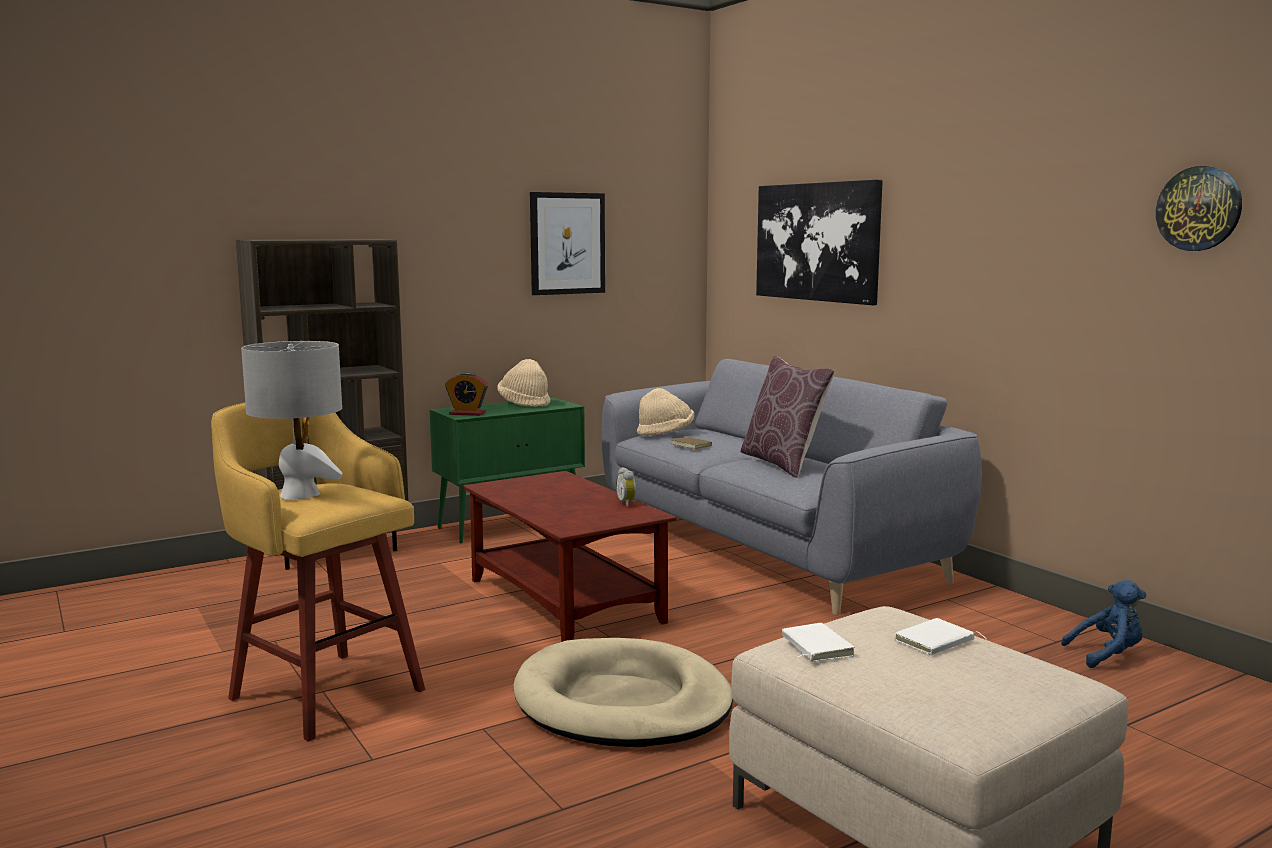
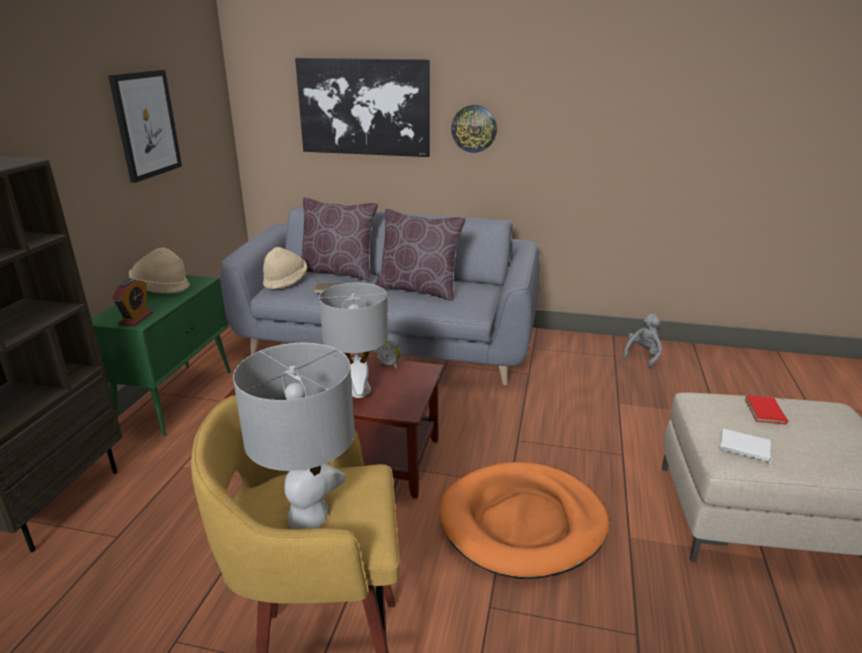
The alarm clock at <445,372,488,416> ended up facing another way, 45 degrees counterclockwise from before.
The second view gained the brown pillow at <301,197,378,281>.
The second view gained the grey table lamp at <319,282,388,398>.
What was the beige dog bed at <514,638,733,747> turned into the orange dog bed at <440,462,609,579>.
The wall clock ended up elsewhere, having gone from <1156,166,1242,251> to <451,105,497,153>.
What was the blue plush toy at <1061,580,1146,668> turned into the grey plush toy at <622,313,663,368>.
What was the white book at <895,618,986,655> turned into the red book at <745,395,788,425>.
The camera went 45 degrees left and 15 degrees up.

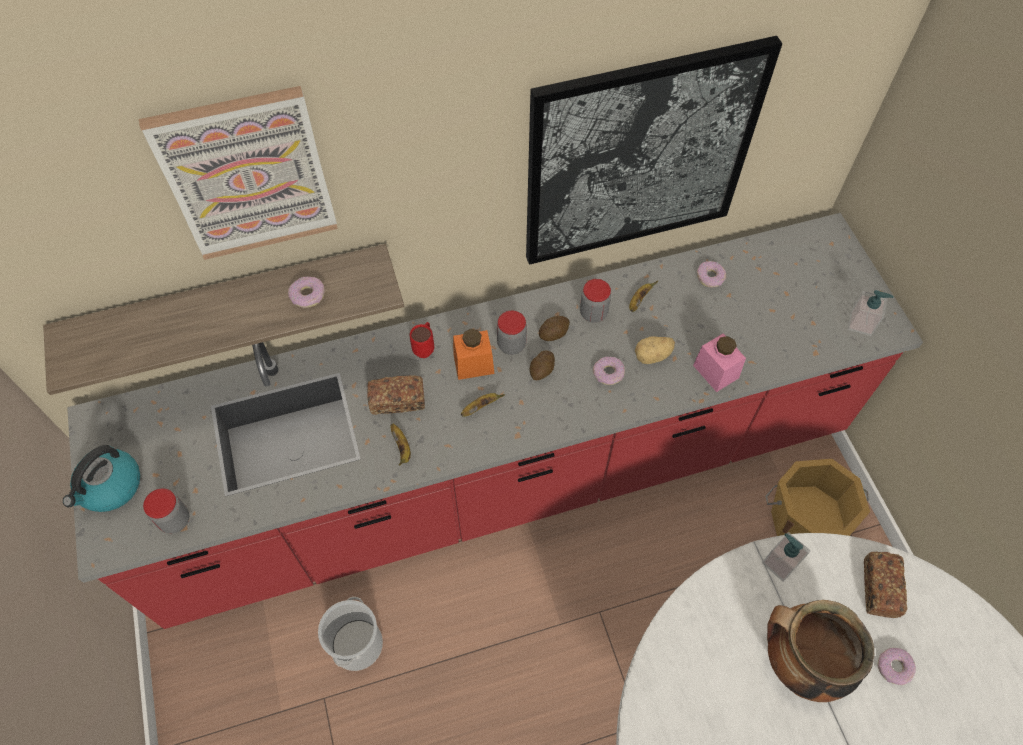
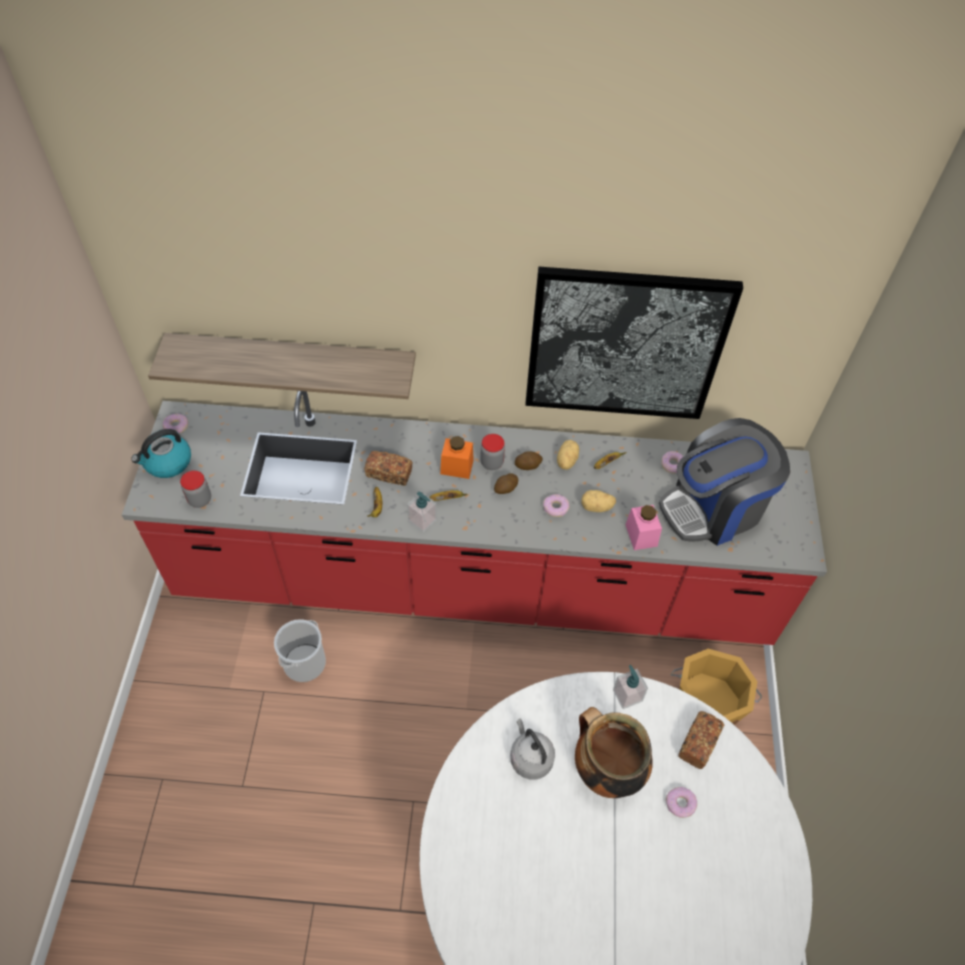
The donut ended up elsewhere, having gone from <288,276,325,308> to <163,413,188,434>.
The soap dispenser ended up elsewhere, having gone from <848,290,893,336> to <407,491,437,532>.
The second view gained the grey kettle at <510,718,555,780>.
Where the jar stood at <580,279,611,323>, the potato came to stand at <557,440,579,470>.
The second view gained the coffee machine at <659,418,790,546>.
The second view lost the picture at <139,86,338,260>.
The second view lost the red mug at <410,322,434,358>.
The camera went 20 degrees right and 5 degrees down.

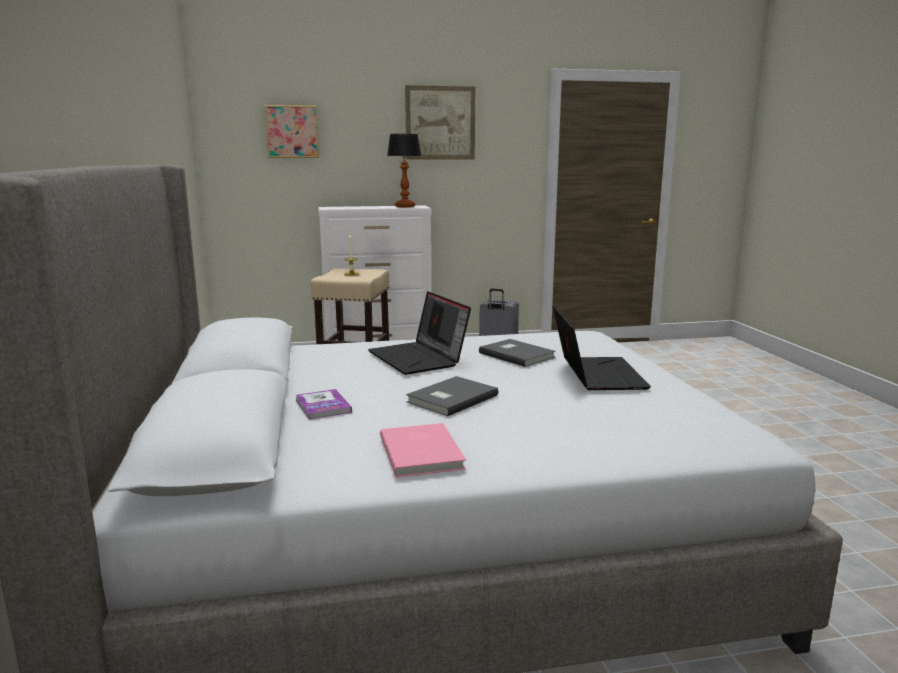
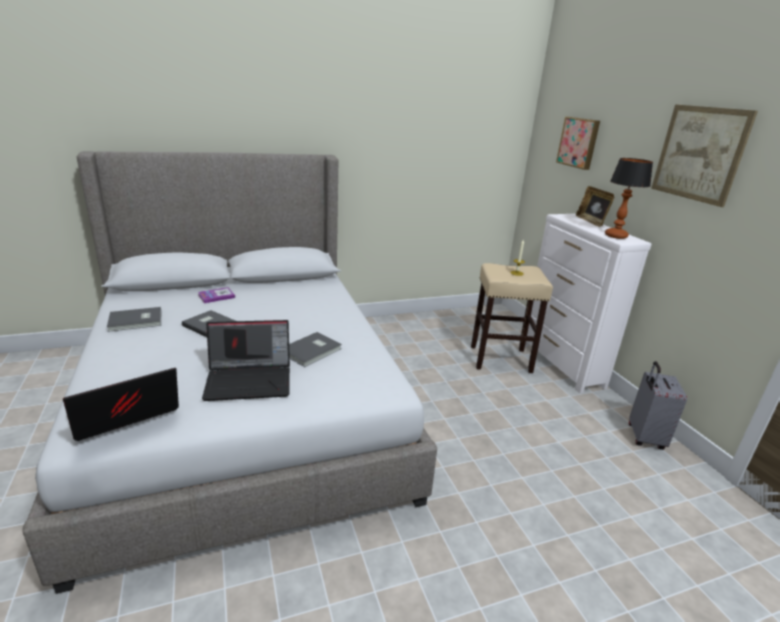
The laptop ended up elsewhere, having gone from <368,291,471,375> to <63,368,179,441>.
What was the pink book at <380,423,466,477> turned into the grey book at <107,307,161,332>.
The second view gained the picture frame at <576,186,614,227>.
The camera went 80 degrees right and 10 degrees up.

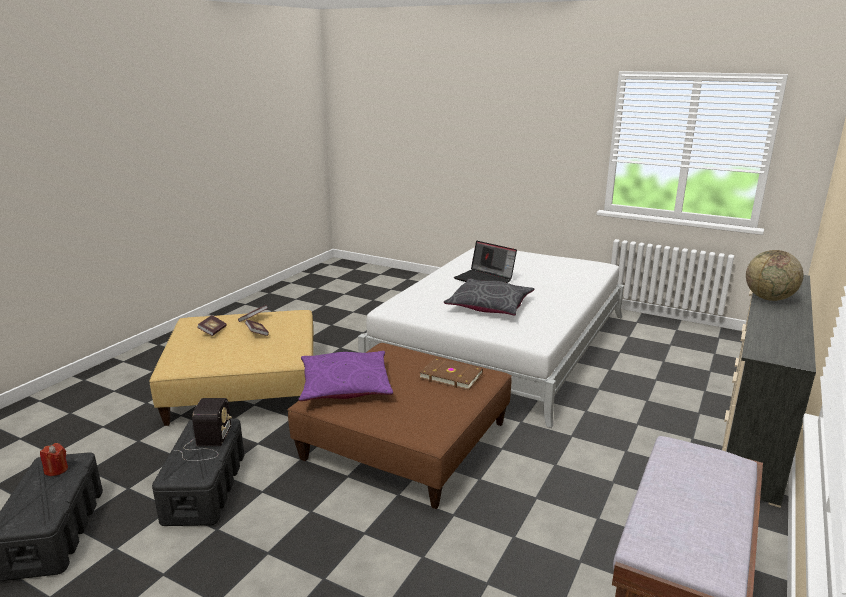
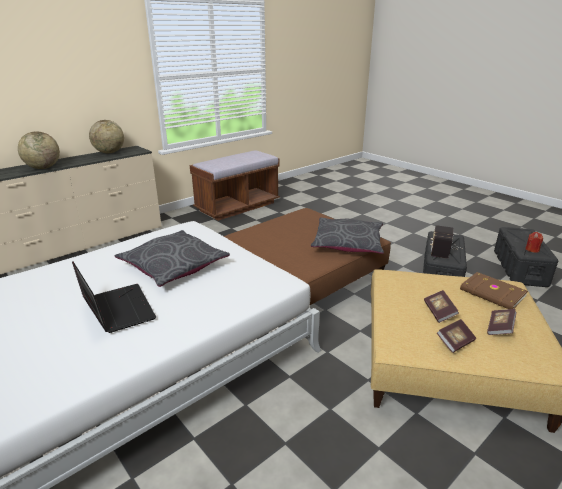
The second view gained the globe at <89,120,124,153>.
What was the purple pillow at <299,351,393,401> turned into the grey pillow at <311,218,384,254>.
The brown book ended up elsewhere, having gone from <419,358,483,391> to <460,272,528,309>.
The camera went 160 degrees left and 5 degrees up.

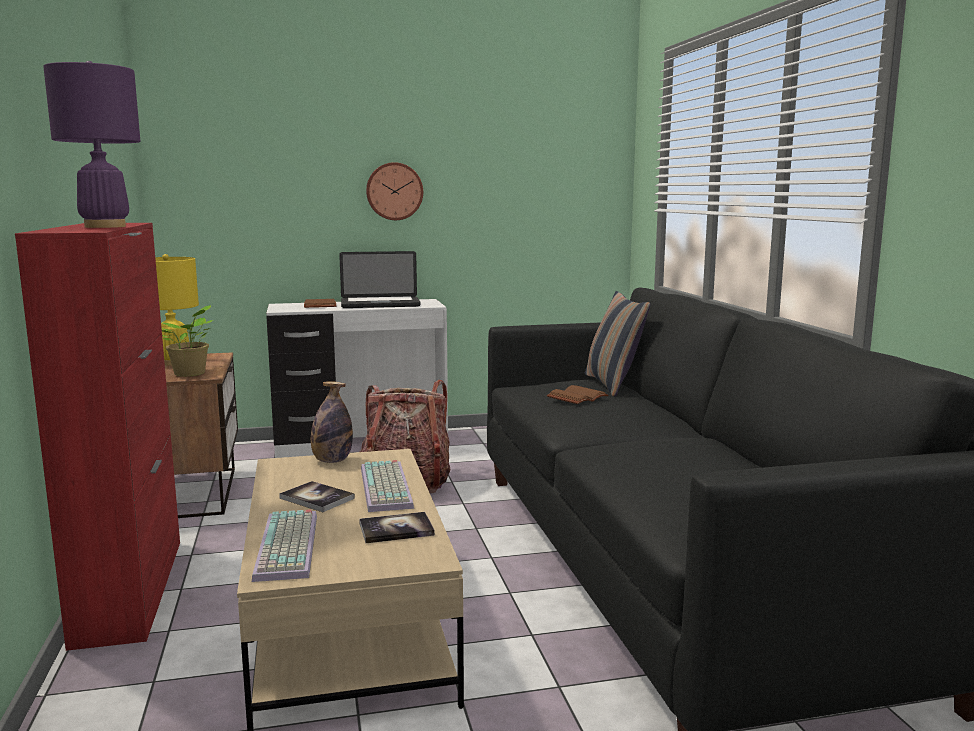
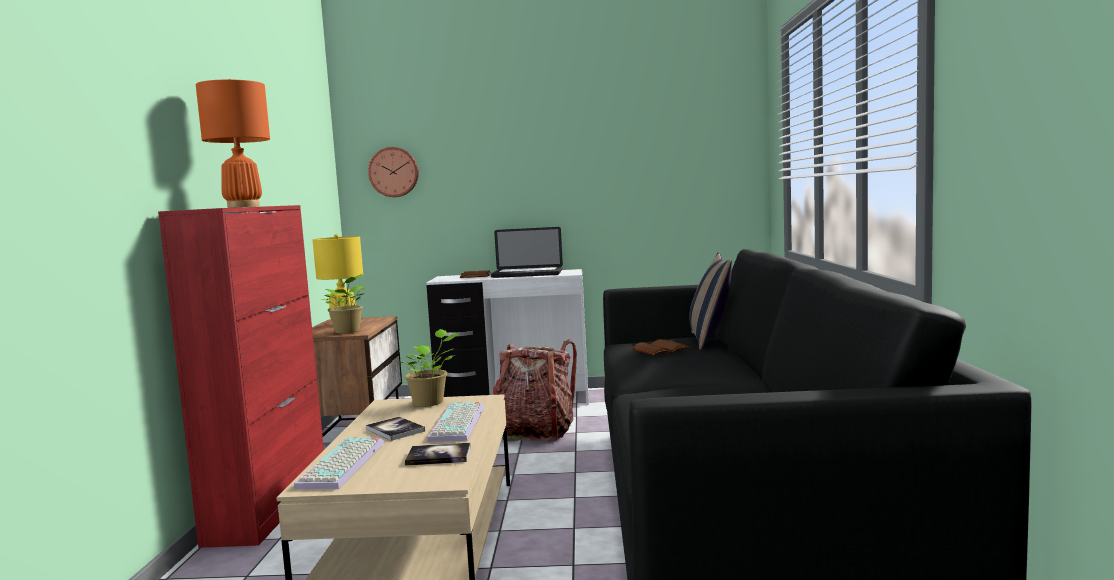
What was the purple table lamp at <43,61,140,228> turned into the orange table lamp at <196,79,270,208>.
The wall clock ended up elsewhere, having gone from <366,162,423,220> to <368,147,419,197>.
Where the bottle stood at <311,381,353,463>, the potted plant came to stand at <398,329,459,407>.
The camera went 15 degrees right and 5 degrees down.

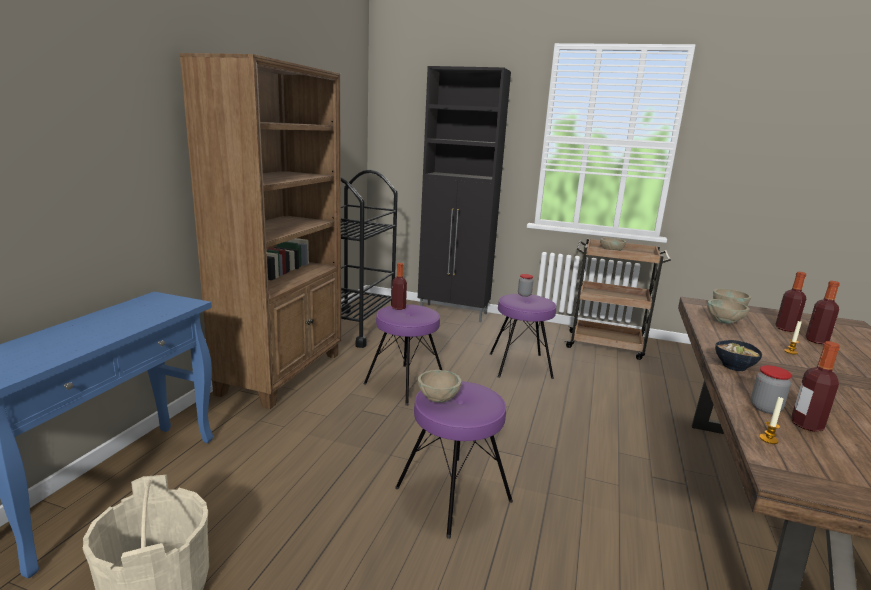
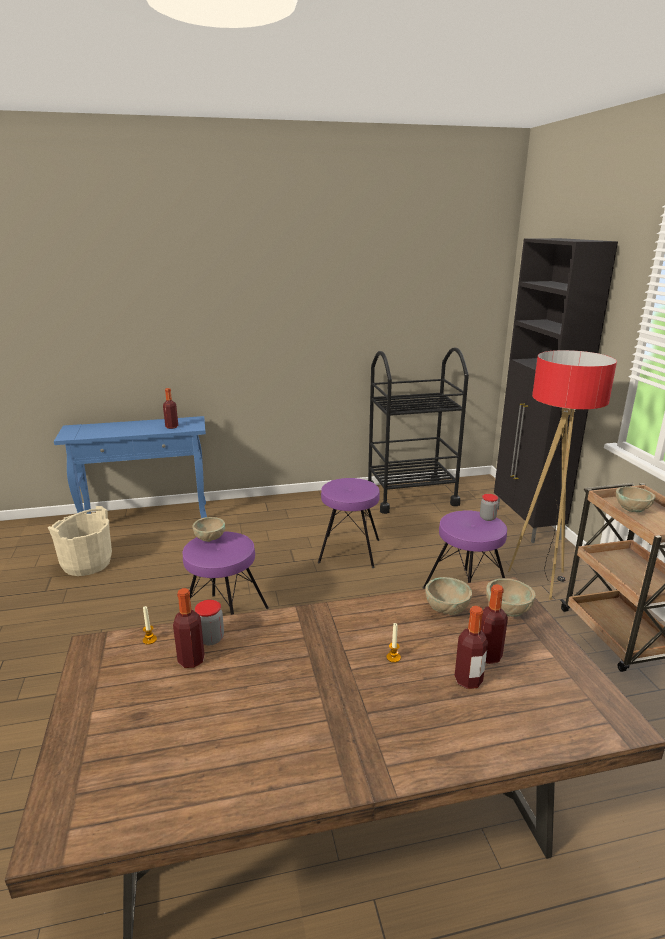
The bottle ended up elsewhere, having gone from <392,263,407,310> to <163,388,178,429>.
The second view gained the floor lamp at <508,350,617,600>.
The second view lost the brown bookcase at <179,53,341,409>.
The second view lost the bowl at <715,340,762,371>.
The camera went 60 degrees right and 5 degrees up.

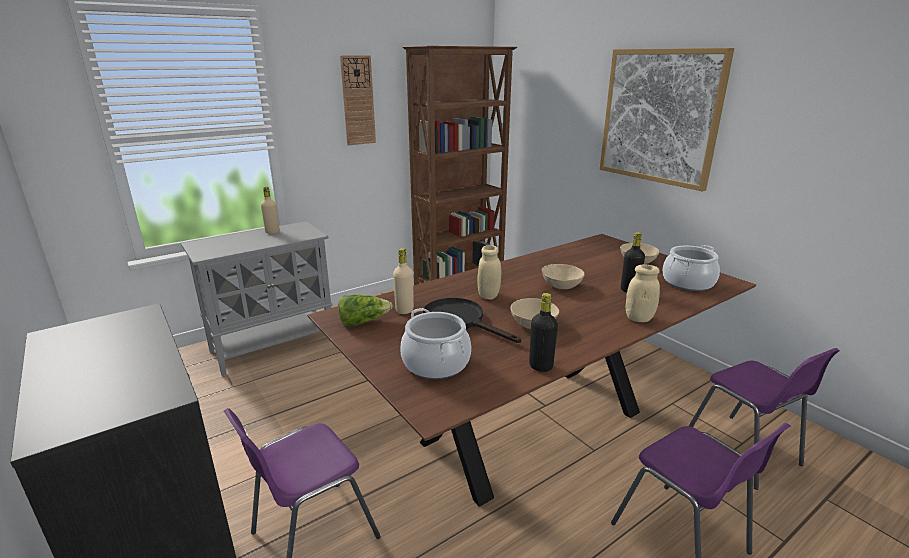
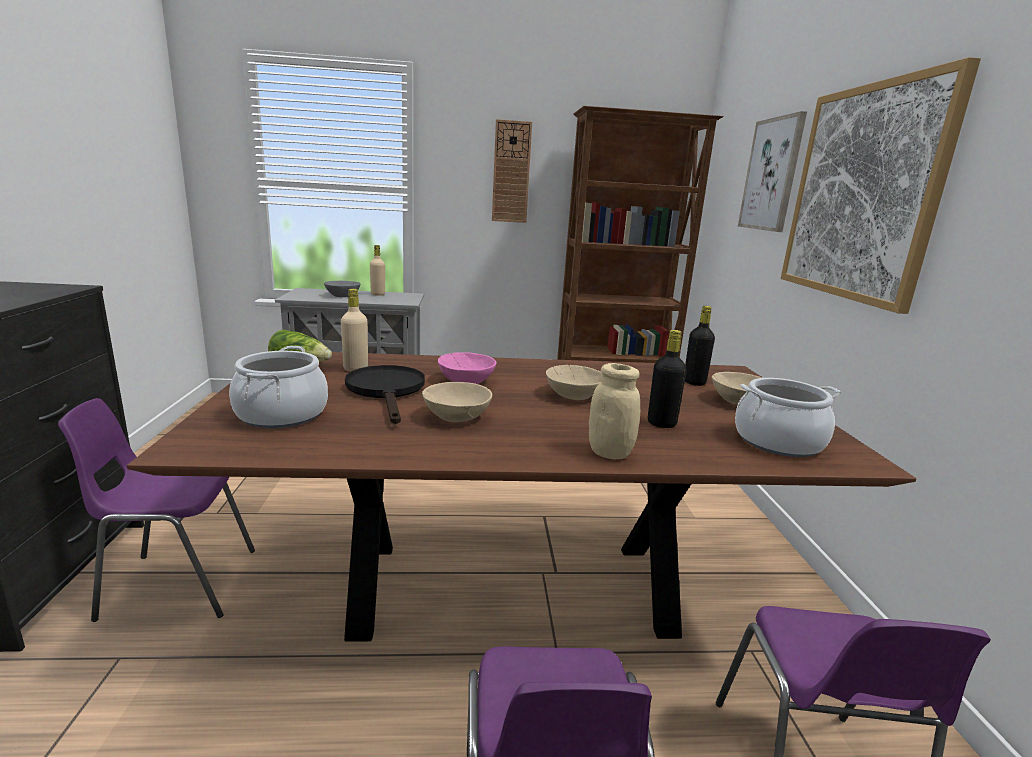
The second view gained the grey bowl at <324,281,361,297>.
Where the beige jar stood at <478,245,501,300>, the pink bowl came to stand at <438,352,497,384>.
The black bottle ended up elsewhere, having gone from <529,293,558,372> to <685,306,715,386>.
The second view gained the picture at <738,111,807,232>.
The camera went 30 degrees right and 5 degrees down.

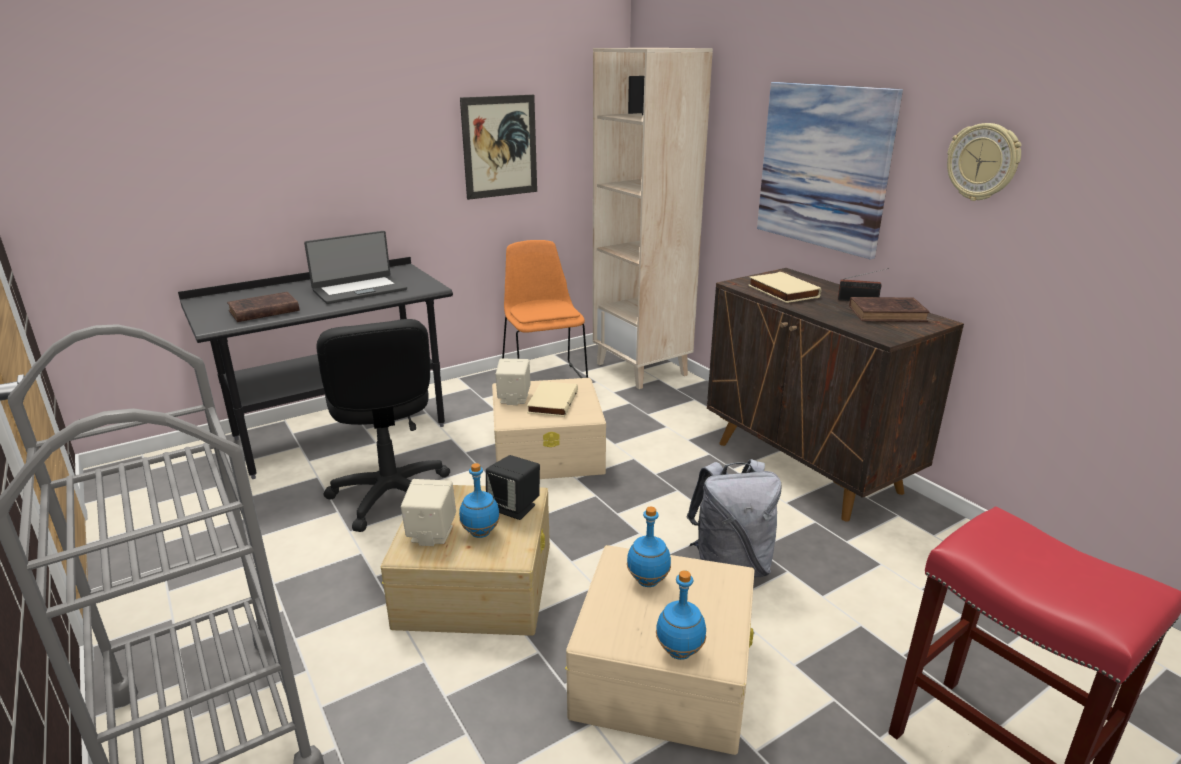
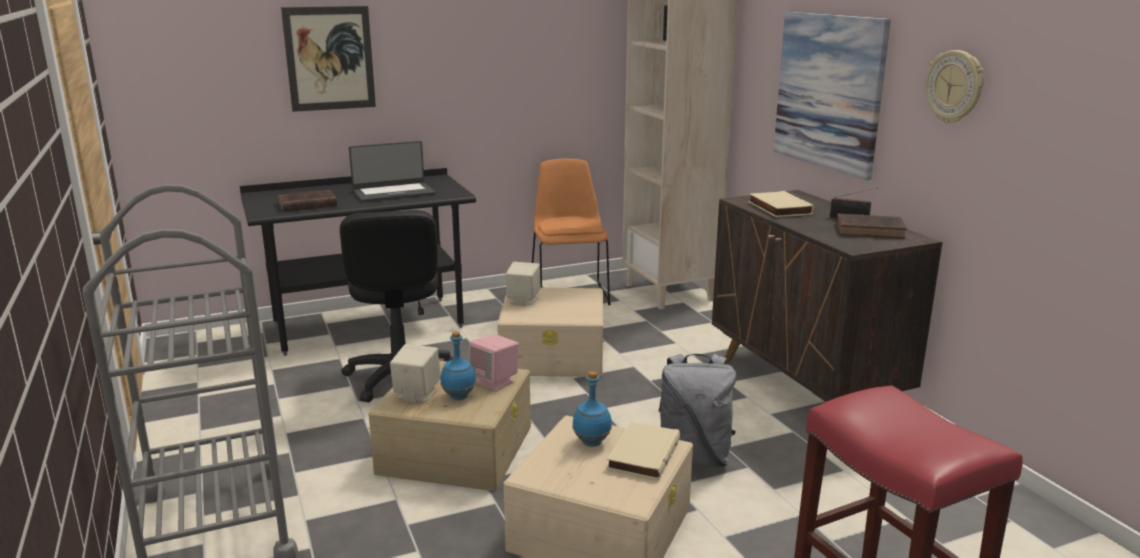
The picture ended up elsewhere, having gone from <460,95,537,200> to <281,6,376,112>.
What was the black speaker at <486,455,540,520> turned into the pink speaker at <469,334,519,391>.
The beige book ended up elsewhere, having gone from <527,381,578,417> to <606,421,680,481>.
The second view lost the blue bottle at <656,570,706,660>.
The camera went 10 degrees right and 5 degrees down.

